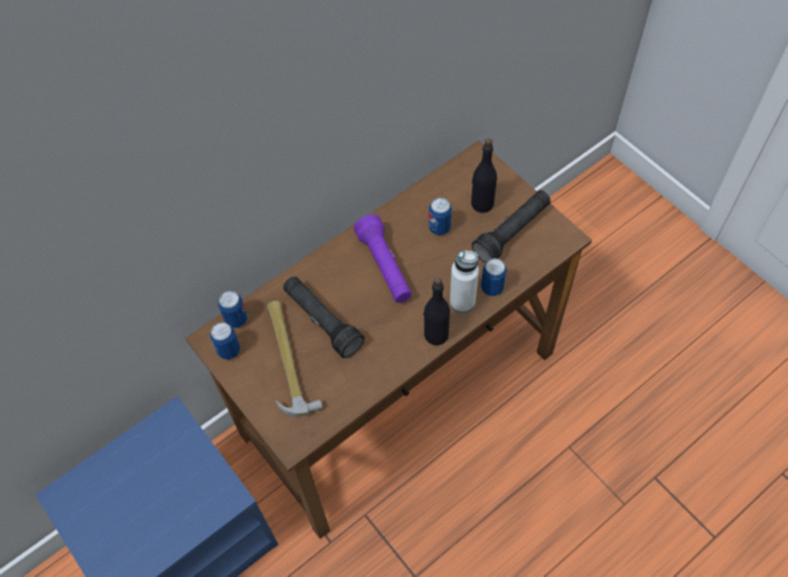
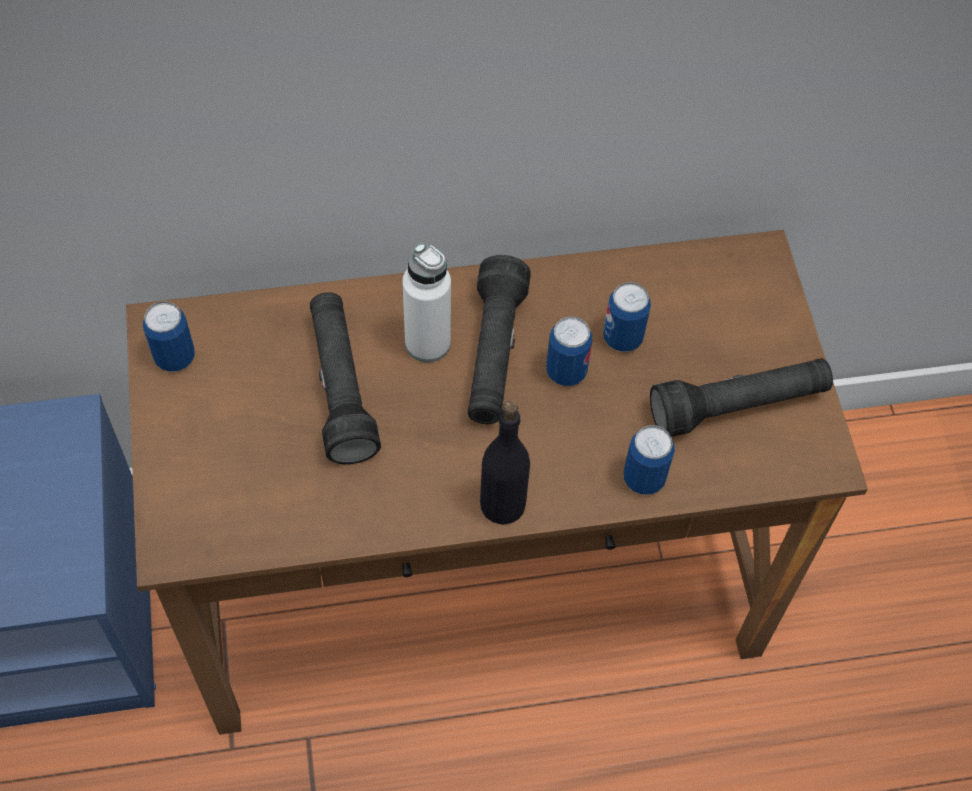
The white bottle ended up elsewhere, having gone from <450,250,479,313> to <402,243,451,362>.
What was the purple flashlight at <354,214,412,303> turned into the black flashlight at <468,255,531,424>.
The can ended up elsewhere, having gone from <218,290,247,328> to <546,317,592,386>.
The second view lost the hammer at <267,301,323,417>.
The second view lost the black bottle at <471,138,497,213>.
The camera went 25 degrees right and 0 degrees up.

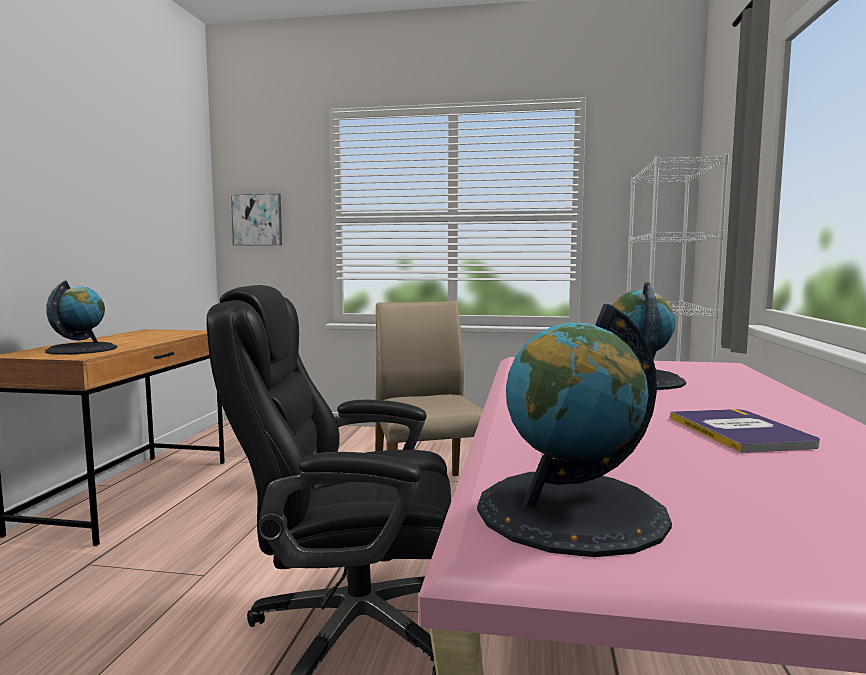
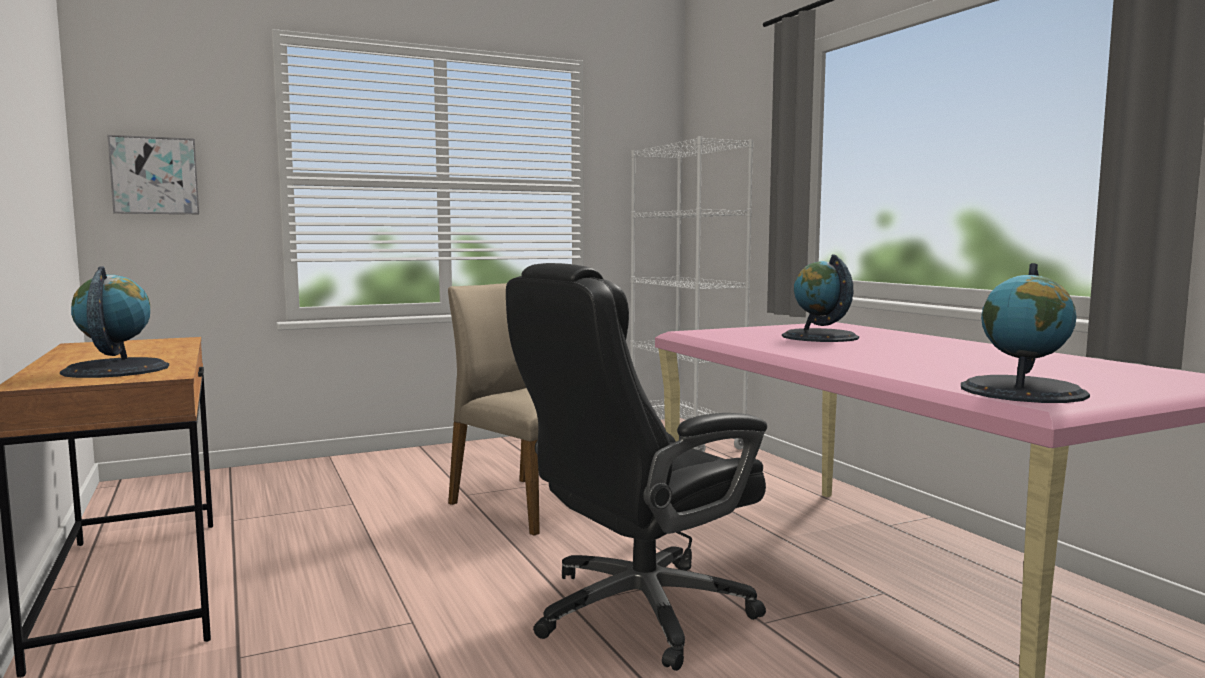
The second view lost the book at <670,409,820,453>.
The camera went 35 degrees left and 0 degrees up.

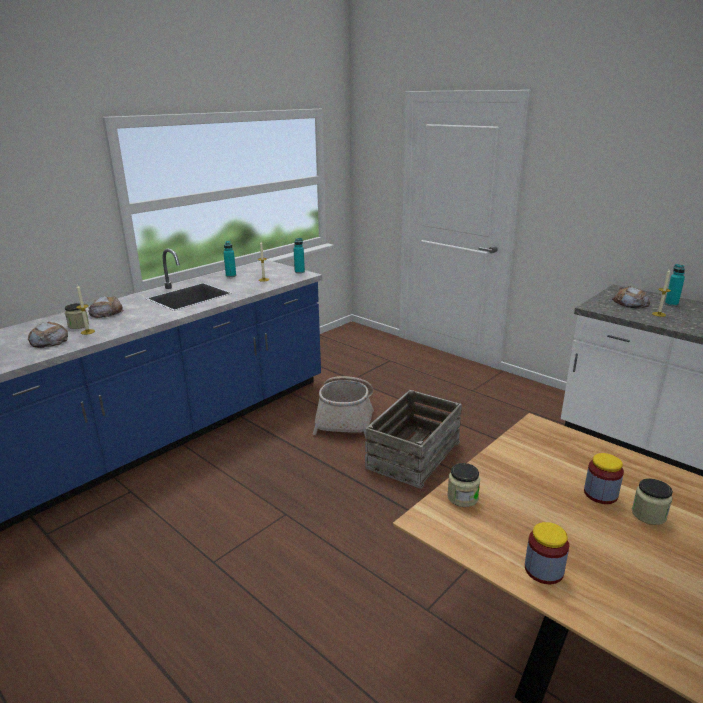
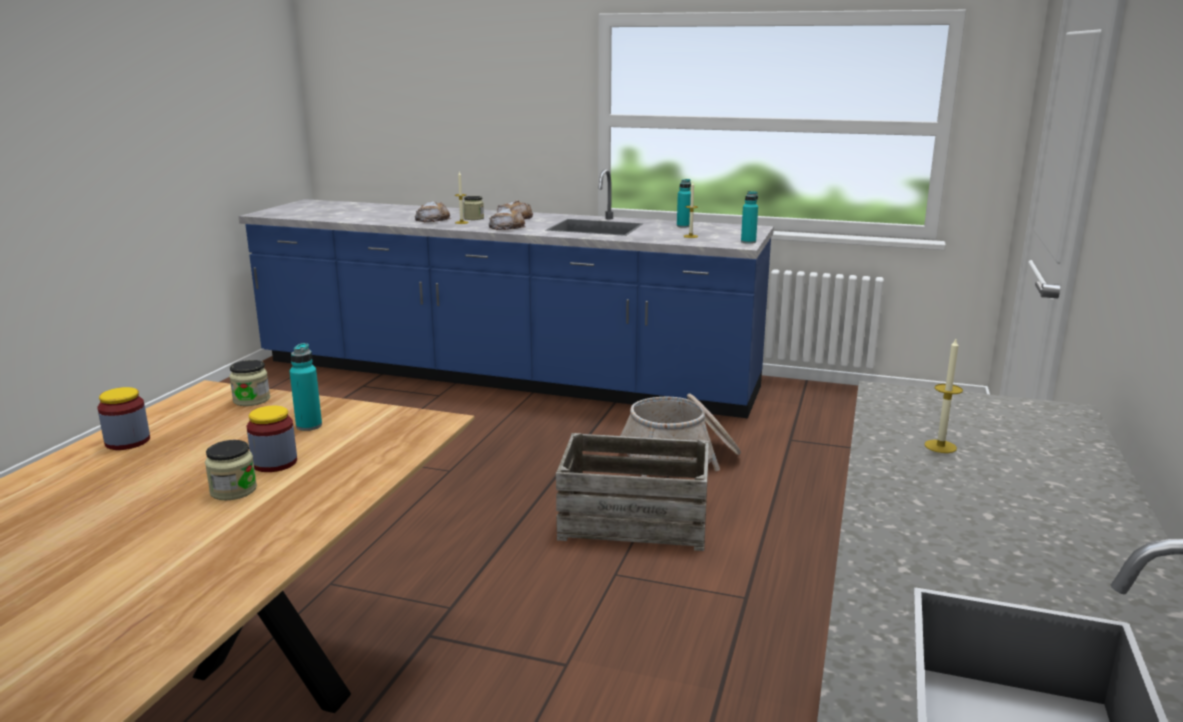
The turquoise bottle ended up elsewhere, having gone from <665,264,685,306> to <290,343,322,431>.
The bread ended up elsewhere, having gone from <612,286,650,308> to <489,208,525,230>.
The camera went 65 degrees right and 5 degrees down.

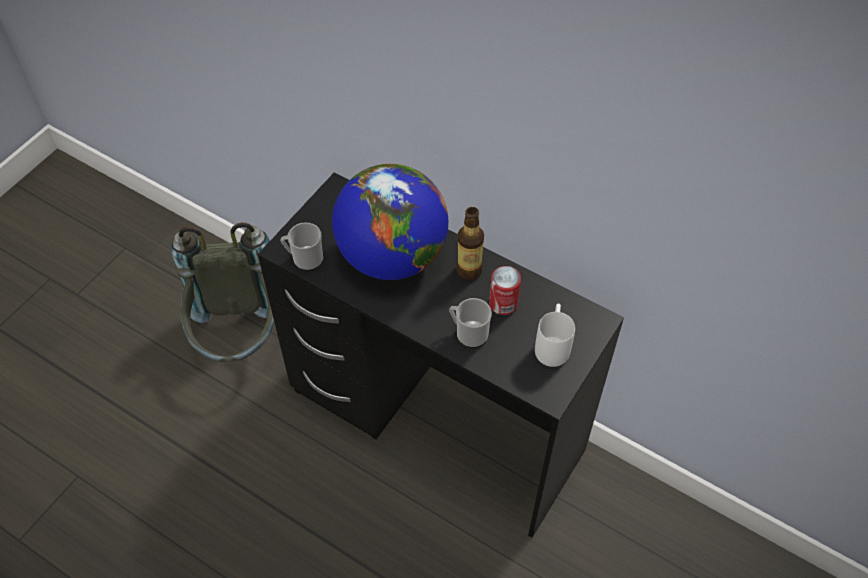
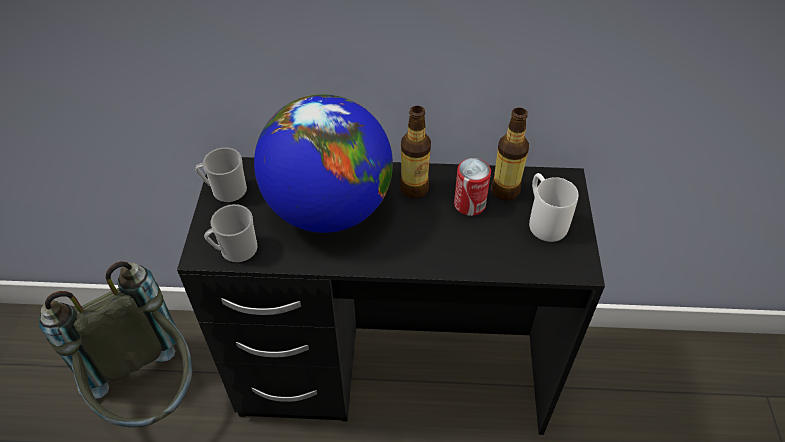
The mug ended up elsewhere, having gone from <449,298,492,348> to <195,148,247,203>.
The second view gained the bottle at <491,108,529,201>.
The camera went 30 degrees left and 5 degrees down.

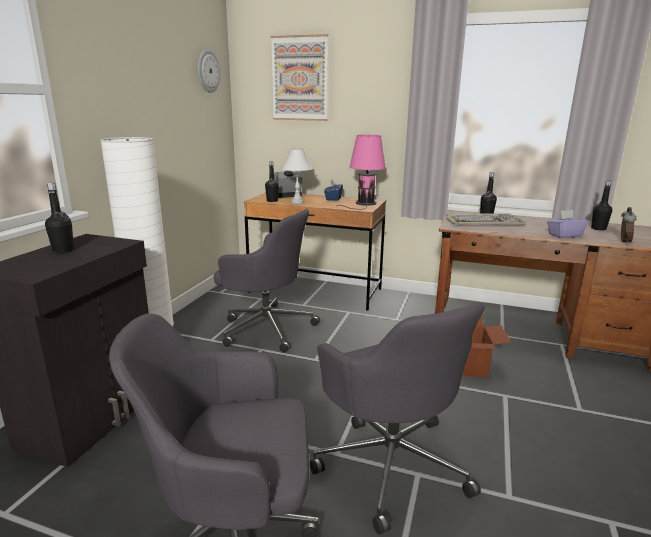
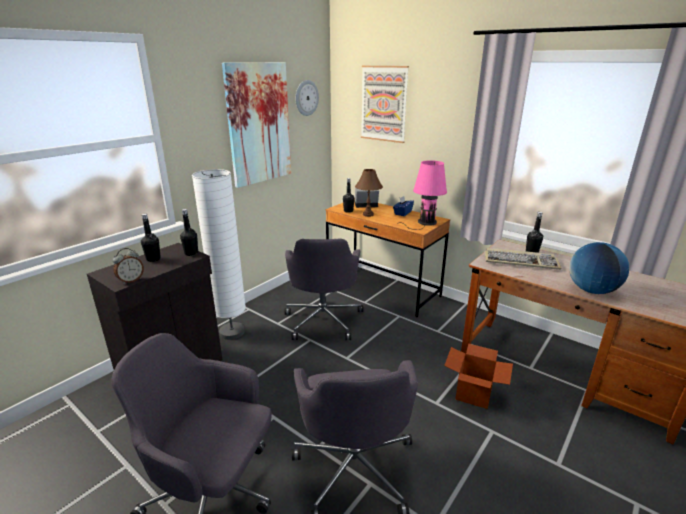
The alarm clock ended up elsewhere, having gone from <621,207,637,244> to <113,248,144,284>.
The black bottle ended up elsewhere, having gone from <591,181,612,230> to <180,209,198,256>.
The second view gained the picture at <222,62,291,188>.
The grey office chair at <214,209,320,353> ended up facing another way, 45 degrees clockwise from before.
What was the white table lamp at <281,148,313,204> turned into the brown table lamp at <355,169,383,217>.
Where the purple tissue box stood at <547,210,588,238>, the globe came to stand at <569,242,629,294>.
The camera went 20 degrees right and 5 degrees up.

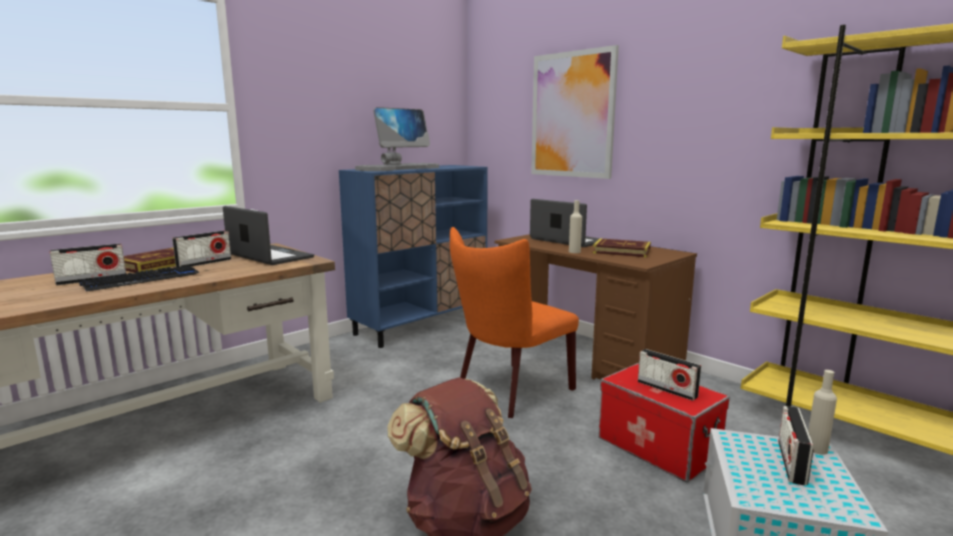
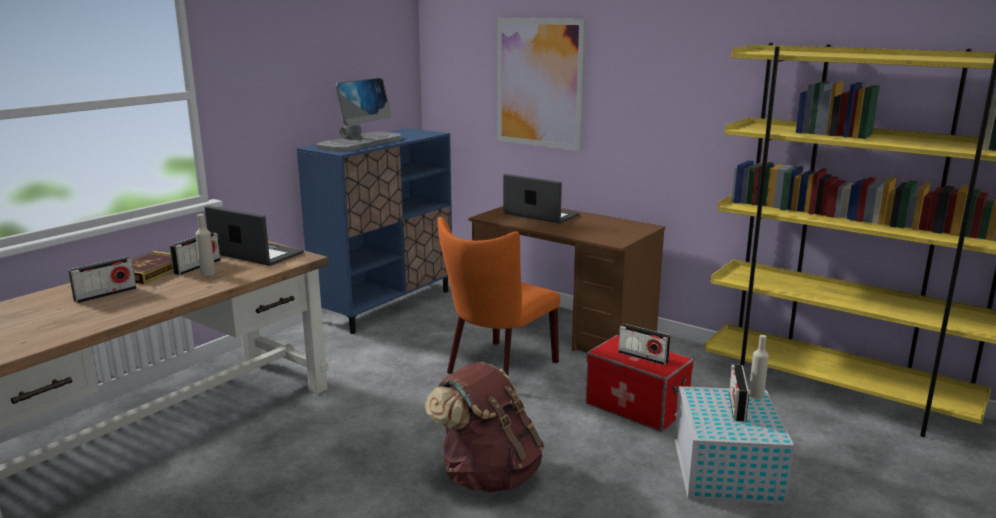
The beige bottle ended up elsewhere, having gone from <569,200,582,253> to <195,214,215,276>.
The second view lost the keyboard at <79,265,199,292>.
The second view lost the book at <593,238,651,258>.
The camera went 10 degrees left and 5 degrees up.

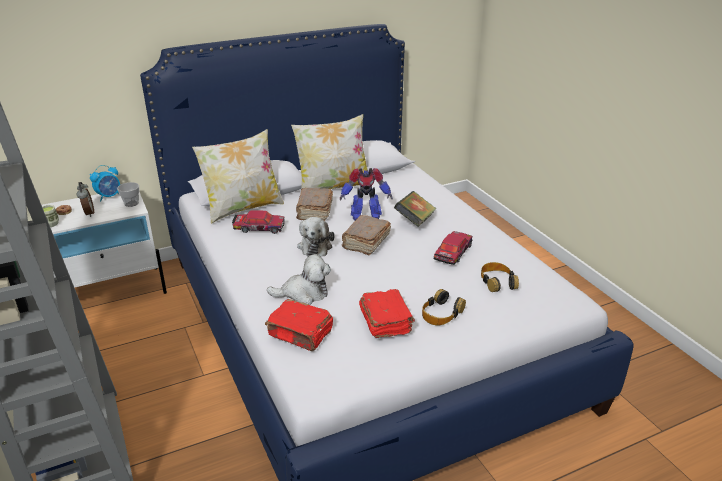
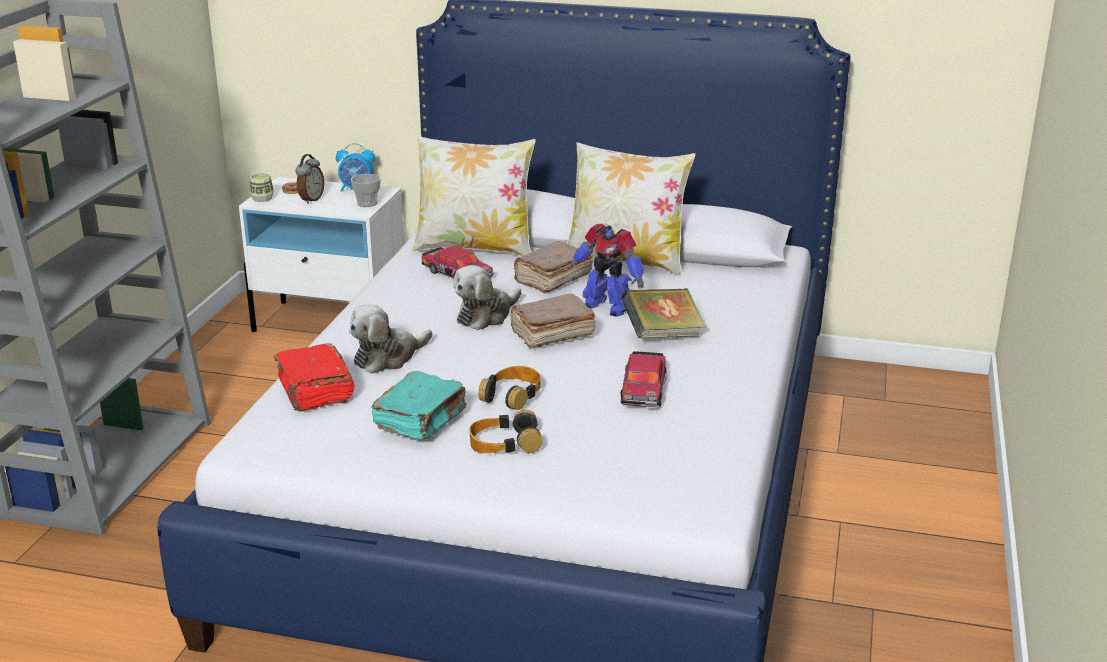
The plush toy at <267,254,331,305> ended up facing another way, 105 degrees clockwise from before.
What was the red book at <359,289,415,338> turned into the turquoise book at <371,371,467,440>.
The headphones ended up elsewhere, having gone from <481,262,519,292> to <478,366,541,410>.
The toy car at <434,231,473,265> ended up facing another way, 120 degrees clockwise from before.
The camera went 40 degrees right and 5 degrees down.

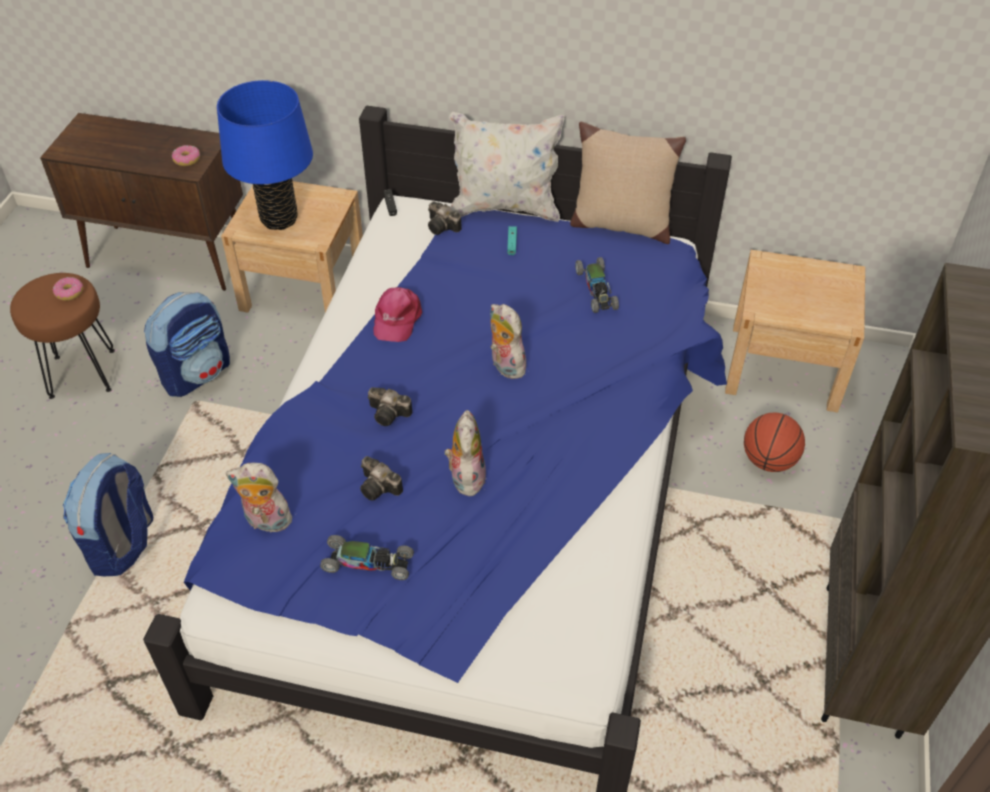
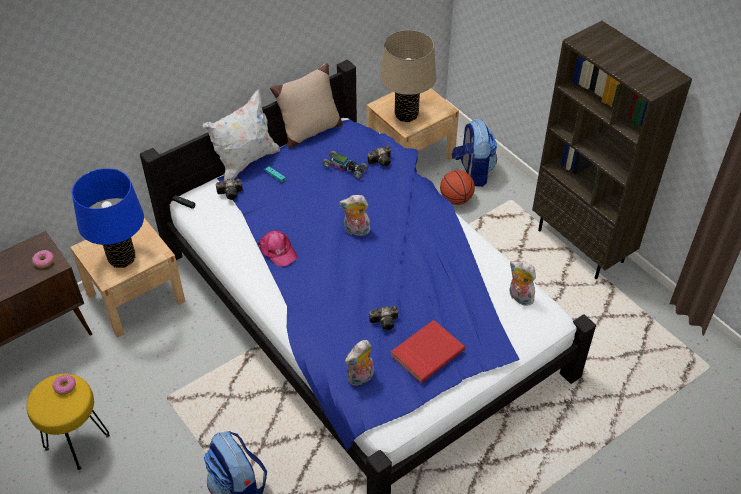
What was the brown stool at <10,273,115,399> turned into the yellow stool at <26,374,110,470>.
The photo camera ended up elsewhere, having gone from <368,387,412,426> to <368,145,391,167>.
The second view gained the beige table lamp at <380,30,436,122>.
Where the toy car stood at <320,535,414,580>, the red book came to stand at <390,320,465,383>.
The backpack ended up elsewhere, having gone from <144,292,230,397> to <452,119,497,187>.
The plush toy ended up elsewhere, having gone from <445,410,486,496> to <510,261,536,306>.
The camera went 50 degrees left and 0 degrees up.

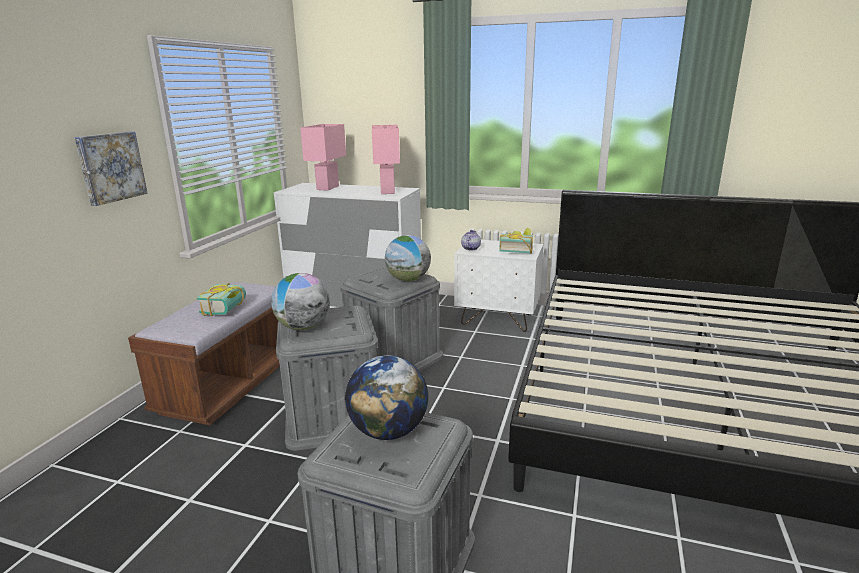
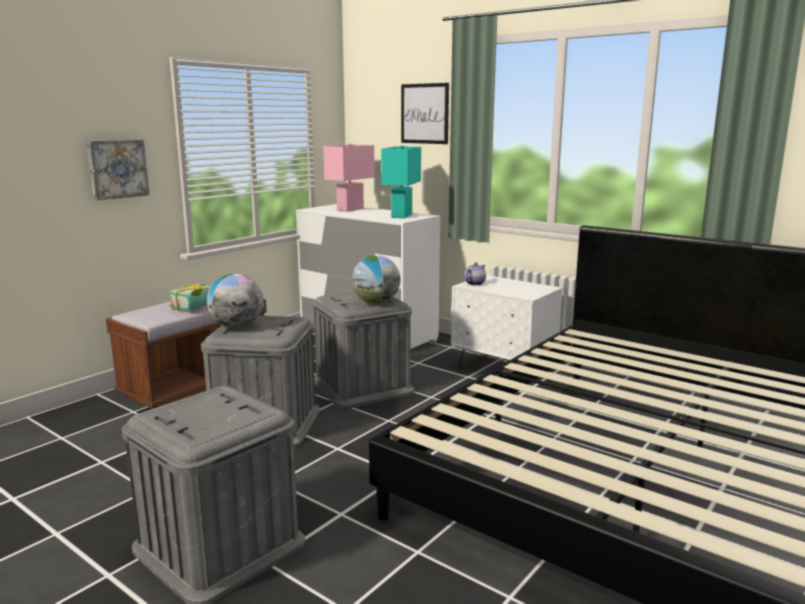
What was the pink table lamp at <372,125,400,194> turned into the turquoise table lamp at <381,146,421,218>.
The second view gained the picture at <401,83,449,144>.
The second view lost the globe at <345,355,428,440>.
The second view lost the book at <500,228,533,254>.
The camera went 20 degrees right and 5 degrees down.

